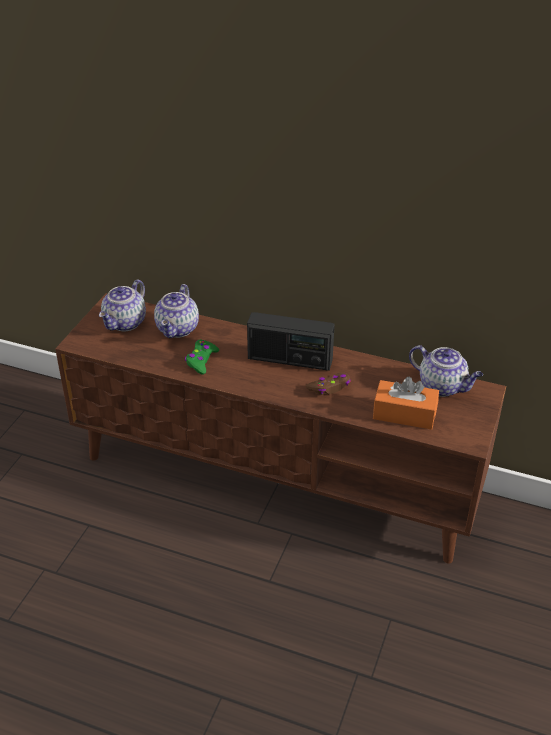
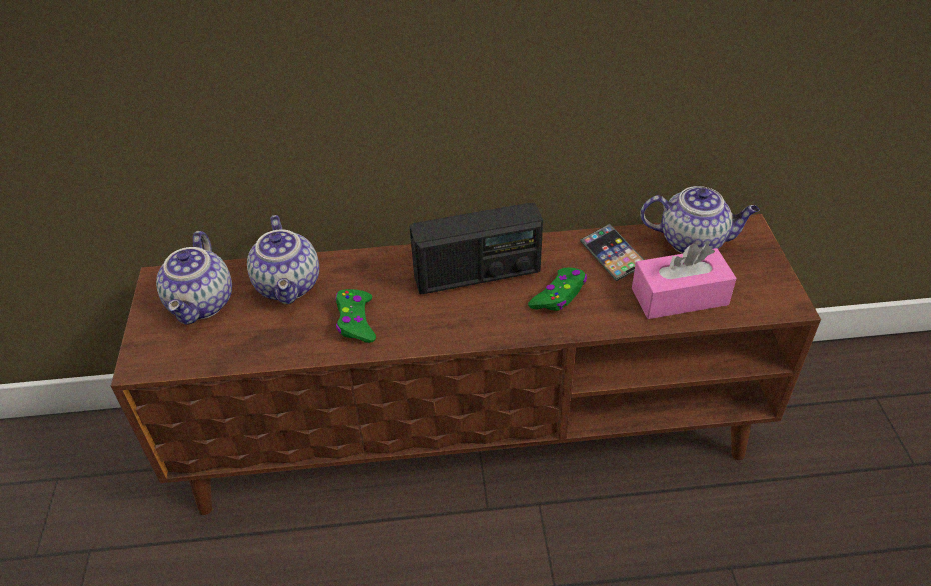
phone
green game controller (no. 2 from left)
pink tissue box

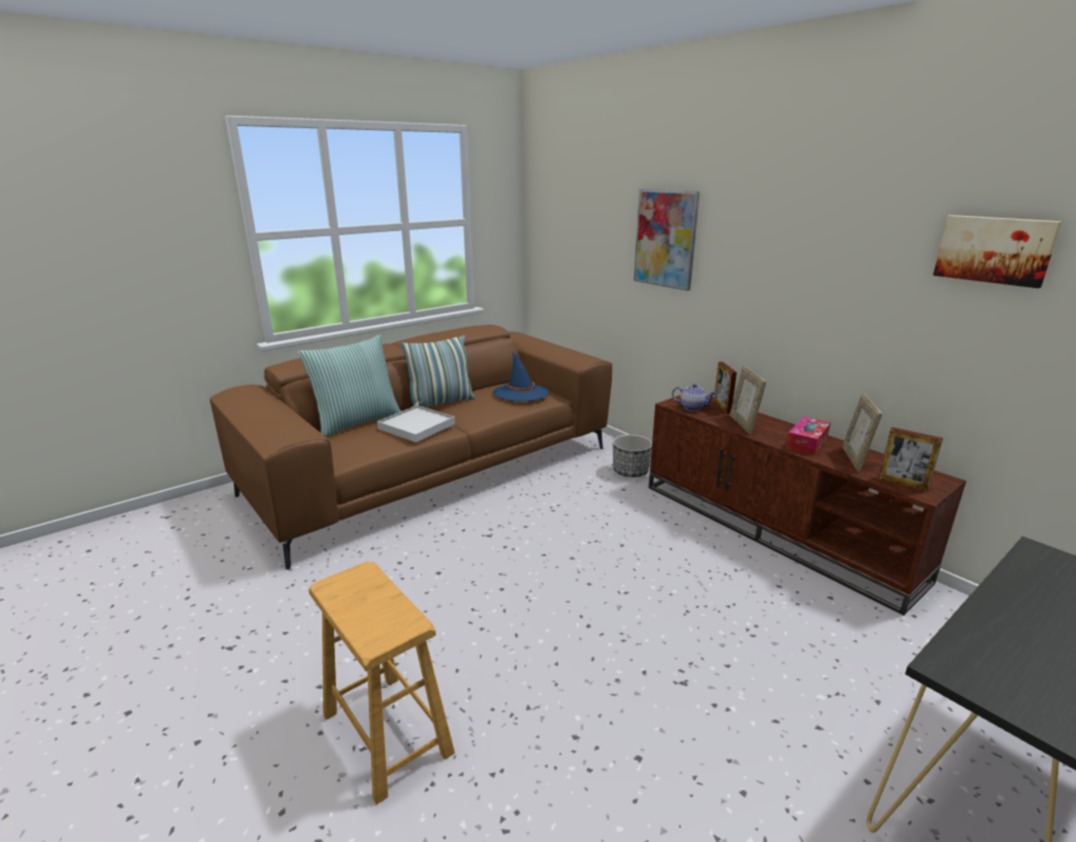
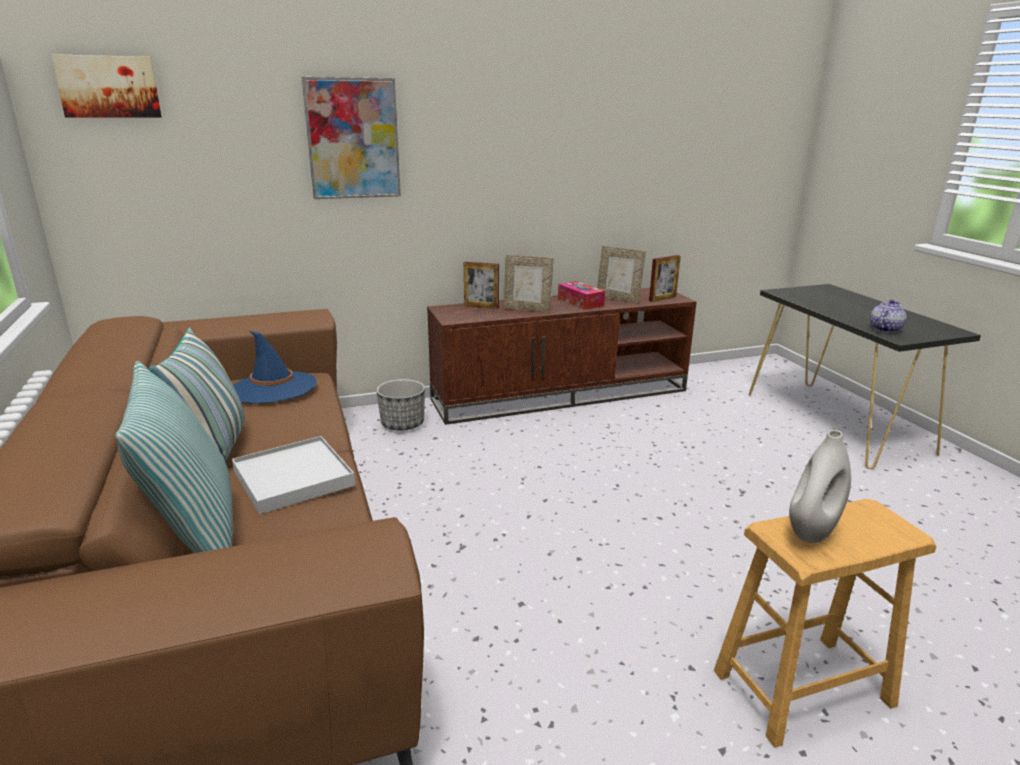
white vase
teapot
picture (no. 1 from left)

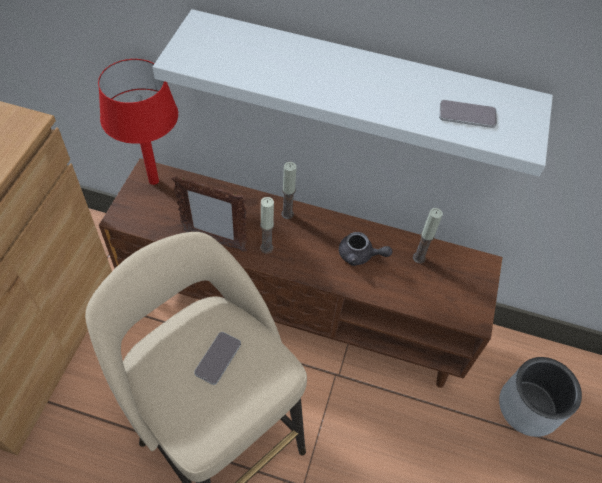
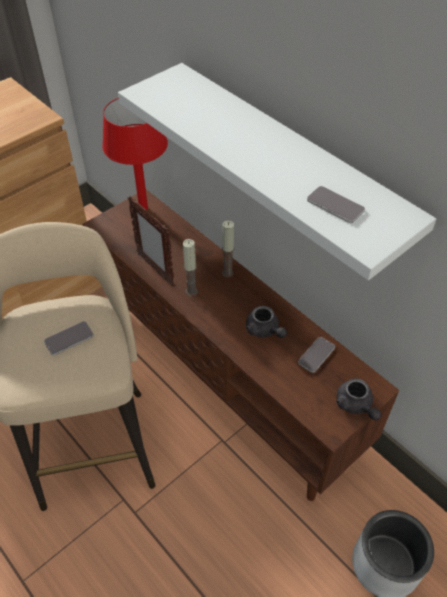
grey teapot (no. 2 from left)
phone (no. 2 from left)

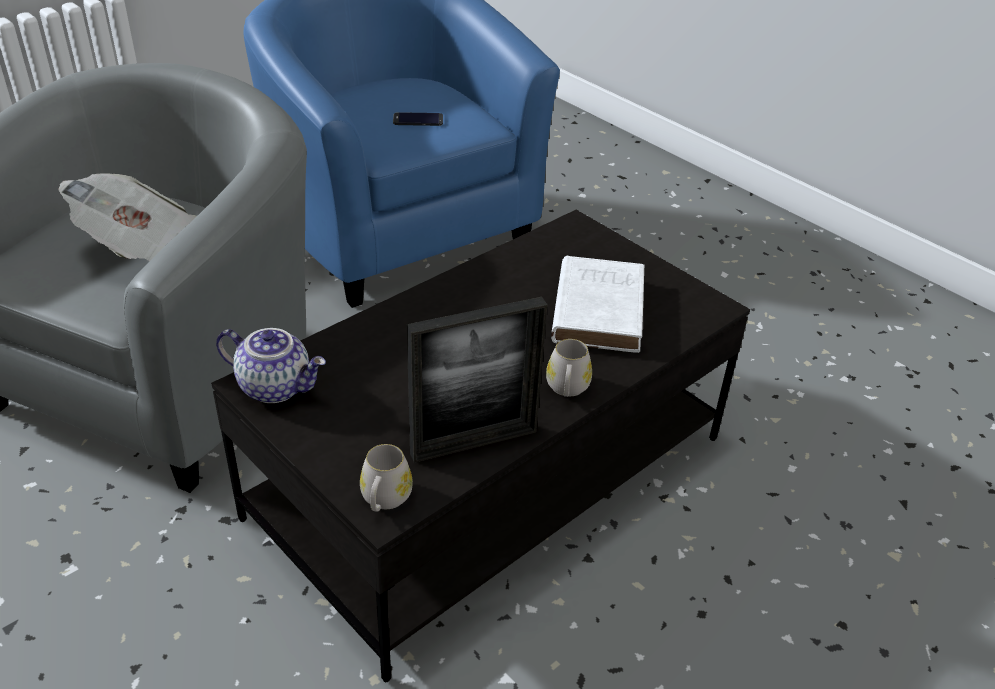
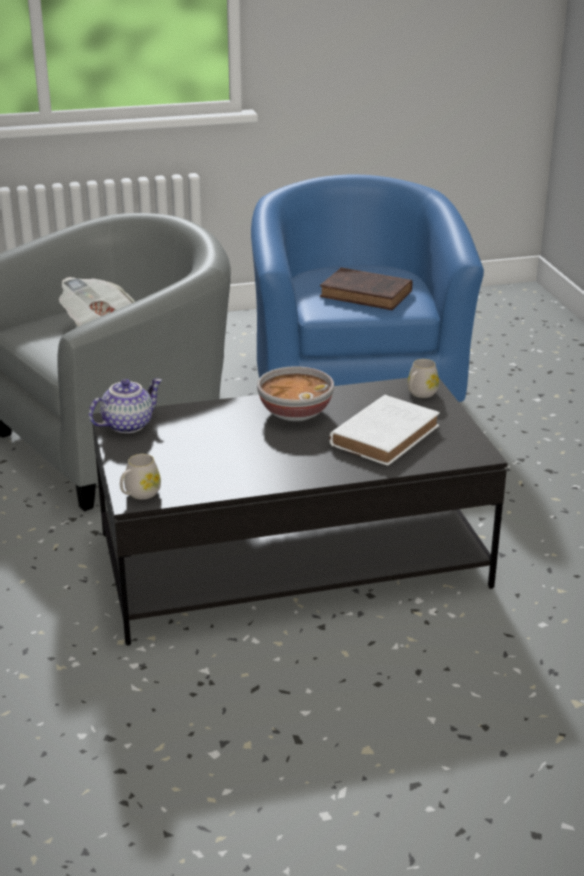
picture frame
bowl
white mug (no. 2 from left)
brown book
teapot

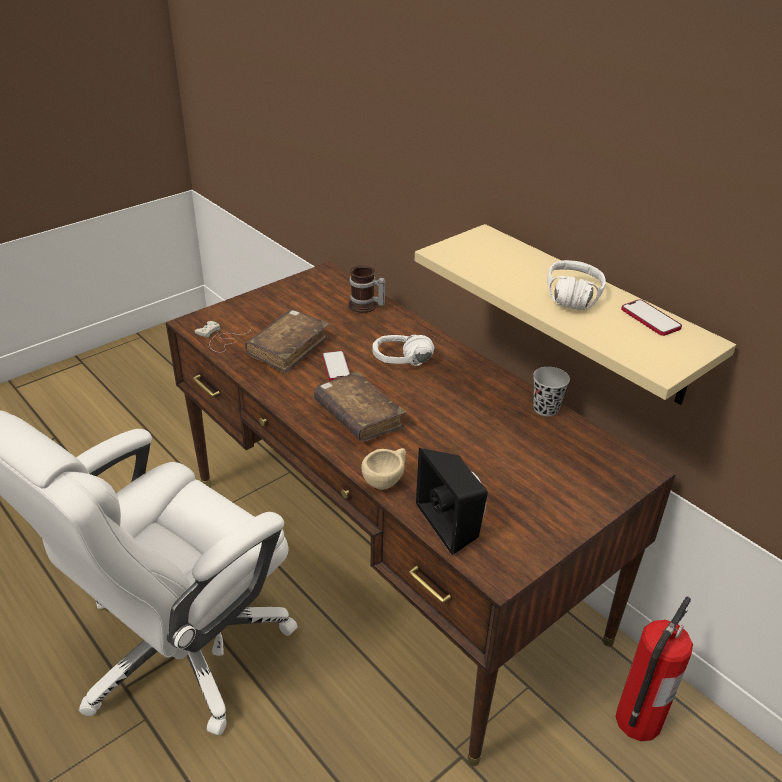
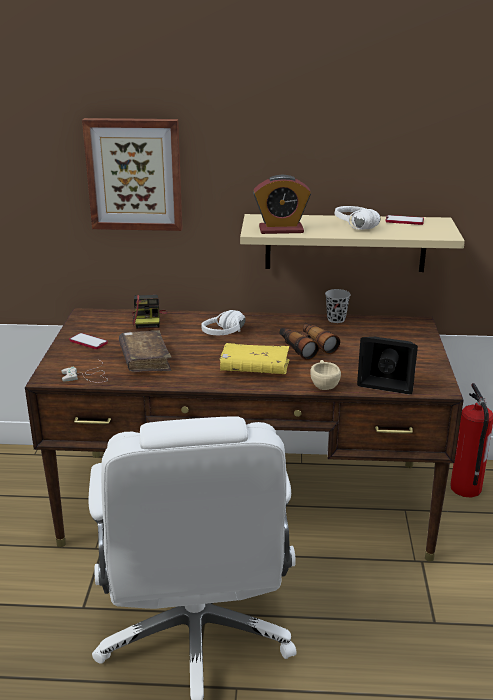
picture
alarm clock
binoculars
phone (no. 1 from left)
photo camera
yellow book

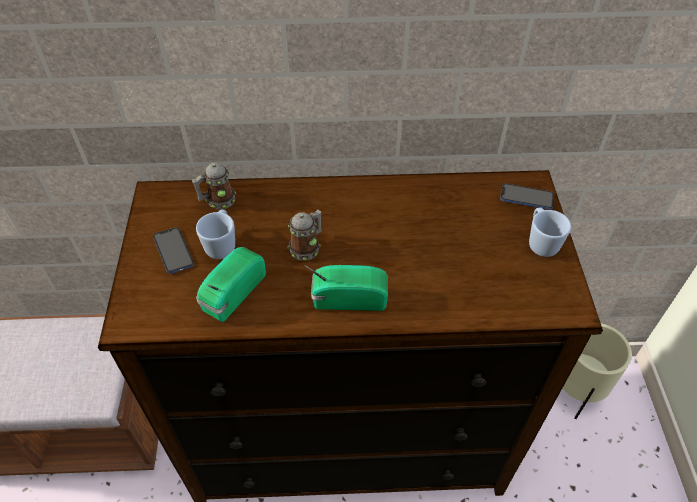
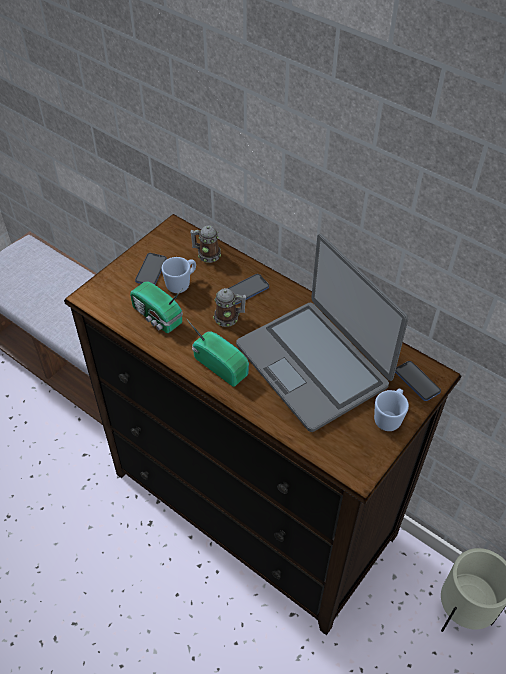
phone (no. 2 from left)
laptop
radio (no. 1 from left)

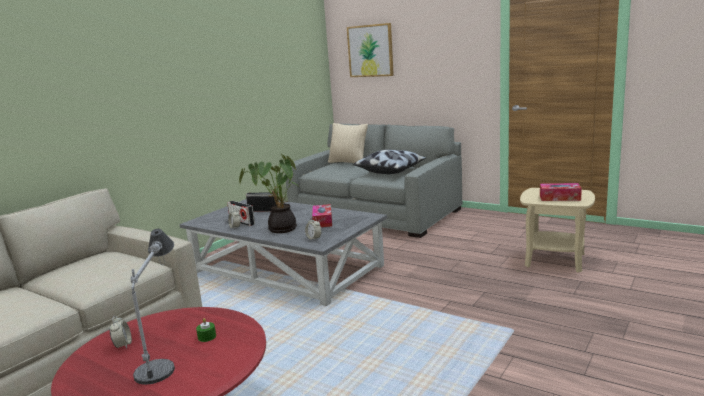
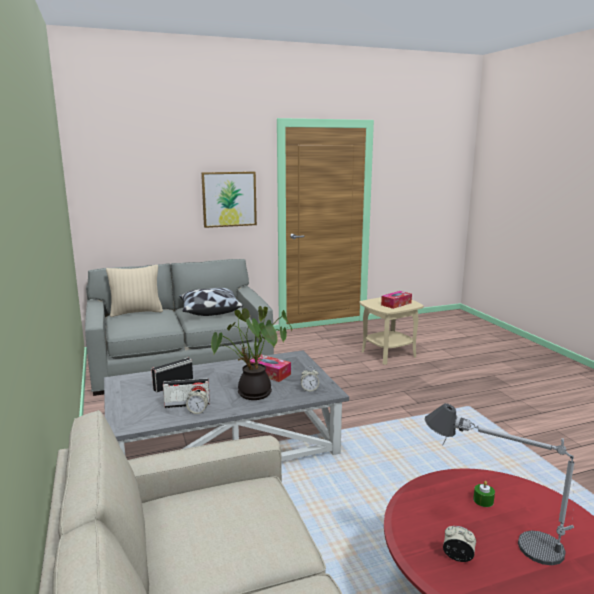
picture

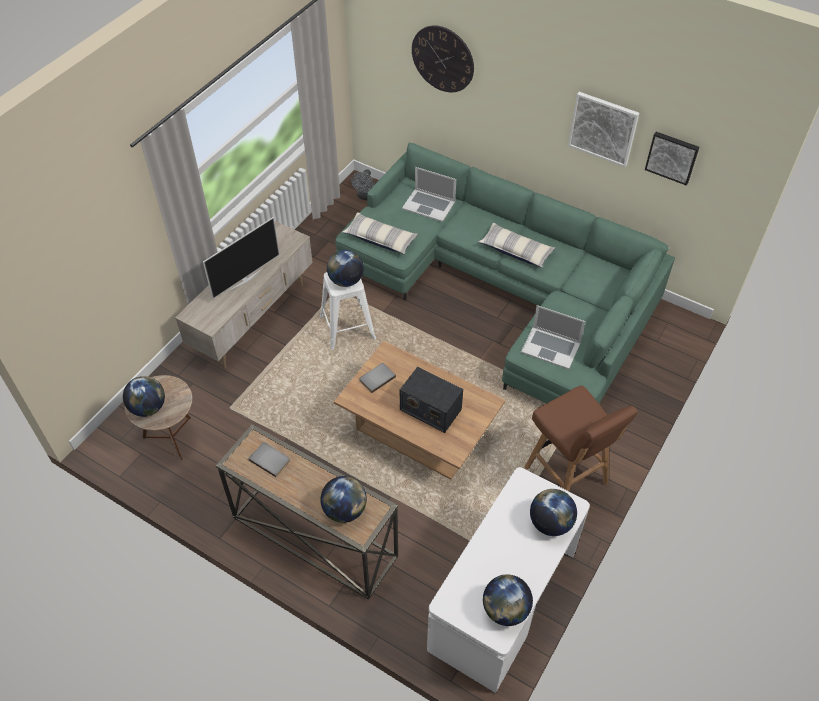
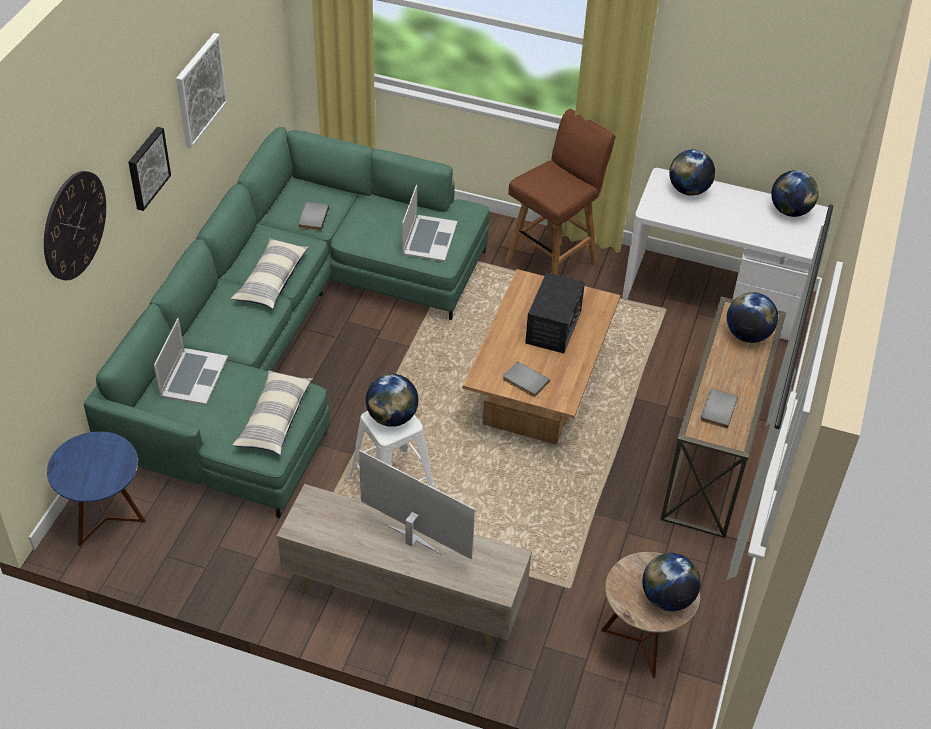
grey book (no. 1 from left)
picture (no. 1 from left)
blue side table

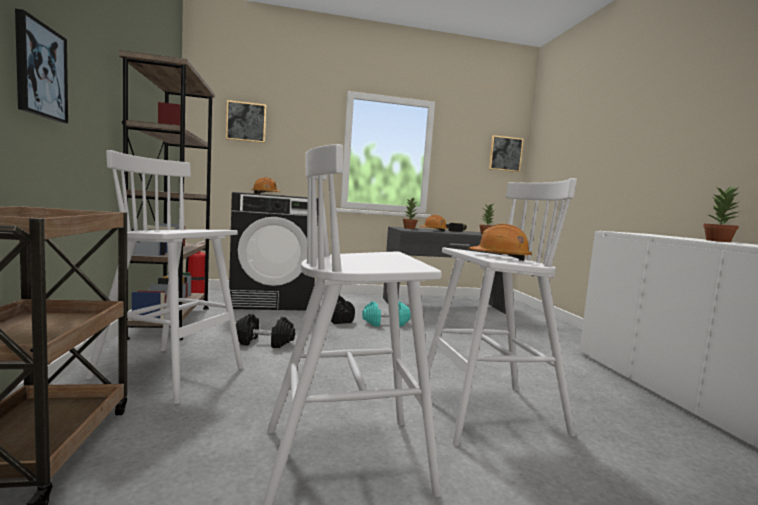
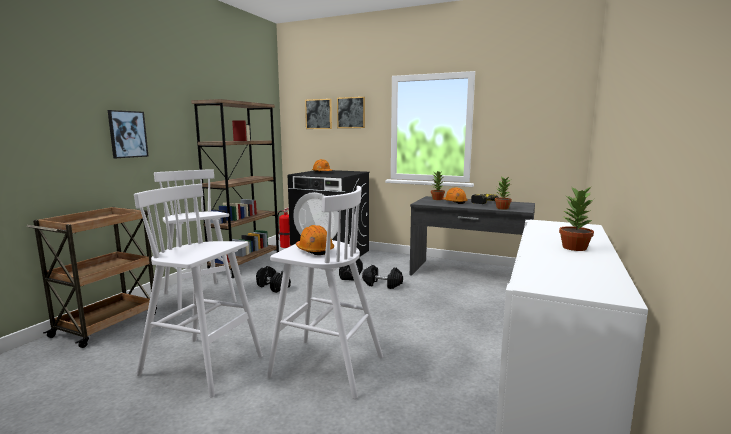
picture (no. 3 from left)
black dumbbell (no. 3 from left)

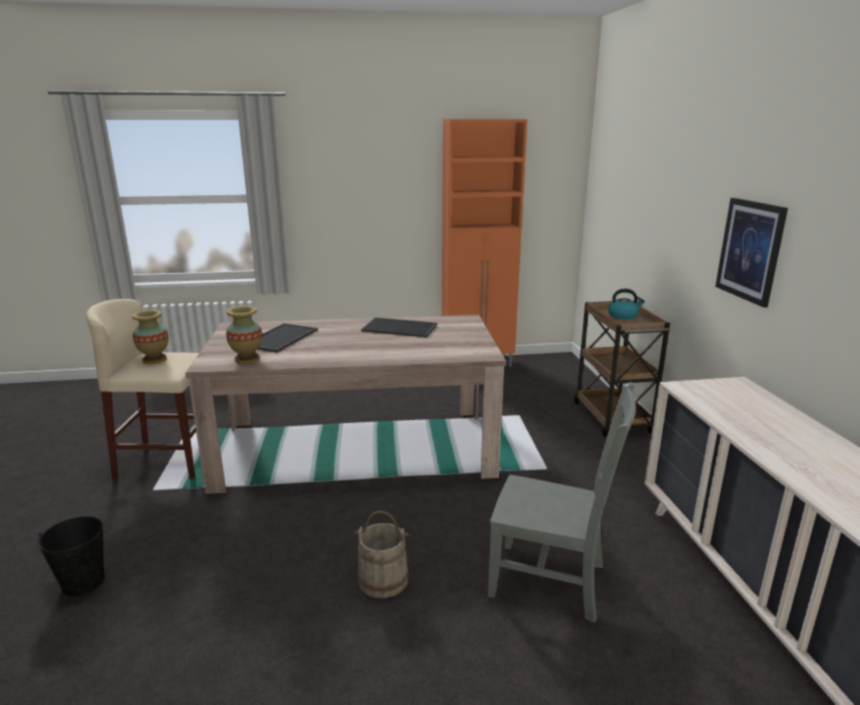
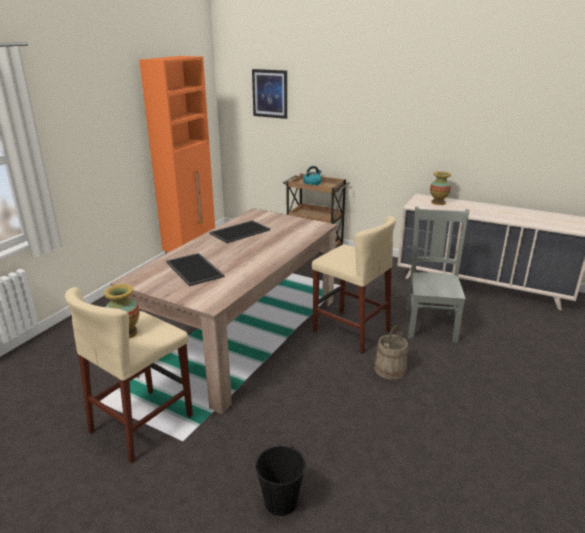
beige stool (no. 2 from left)
vase (no. 2 from left)
picture
grey chair

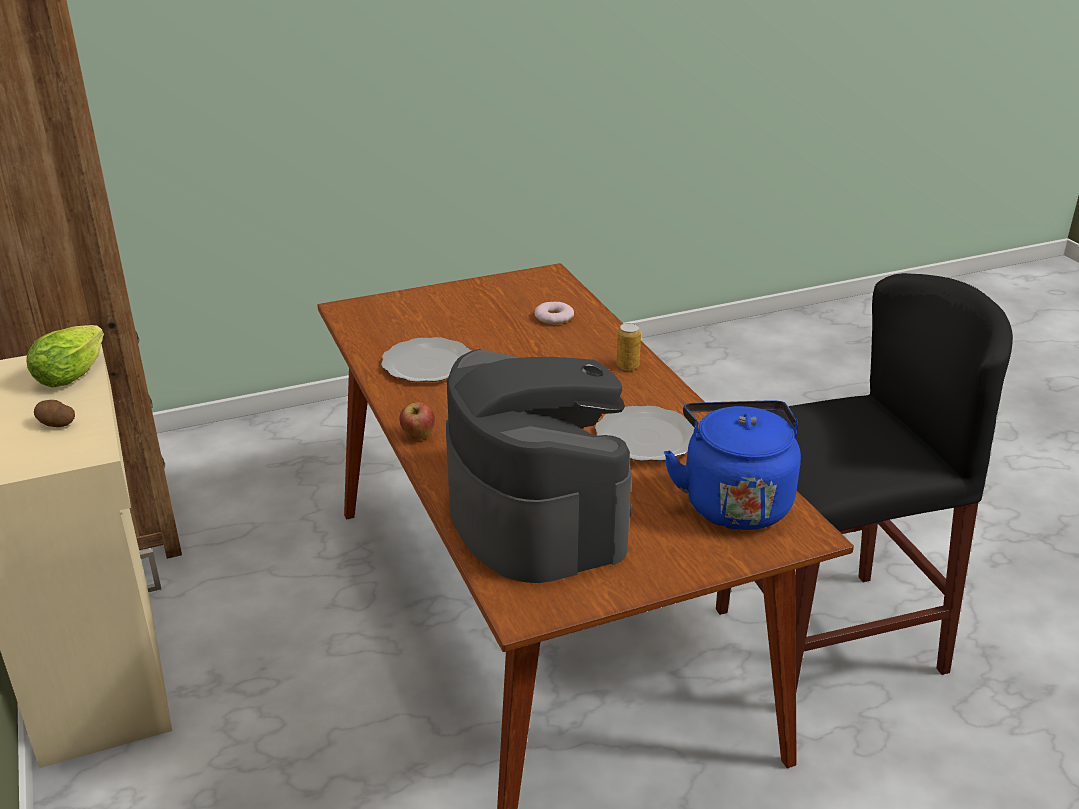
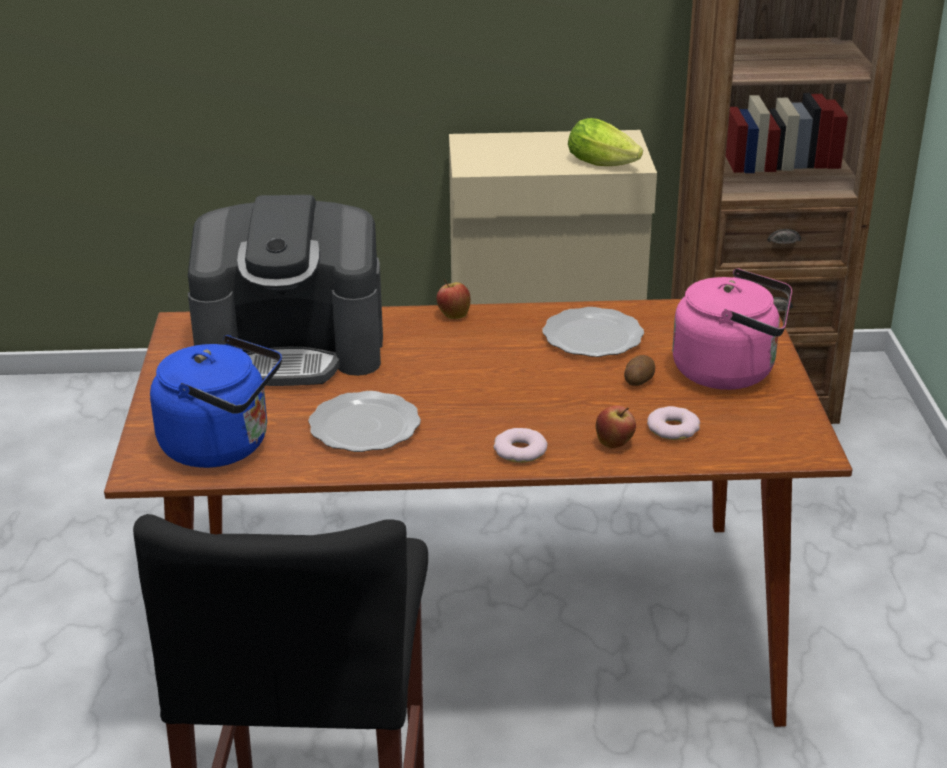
apple (no. 2 from left)
pink kettle
potato
donut (no. 1 from left)

